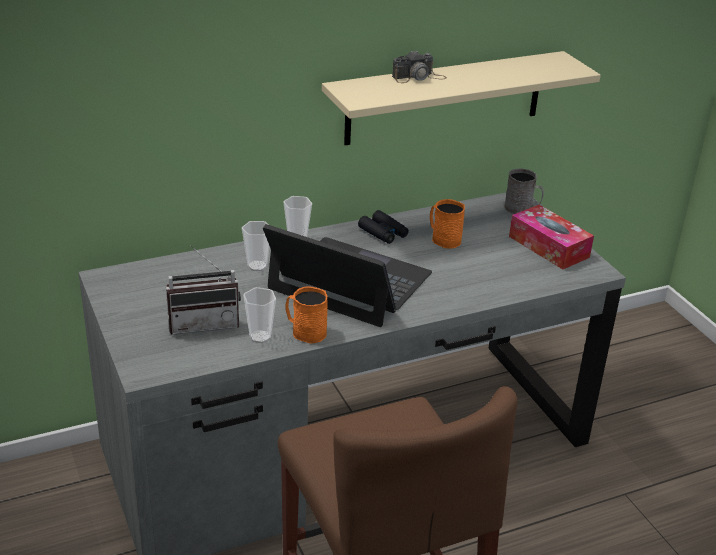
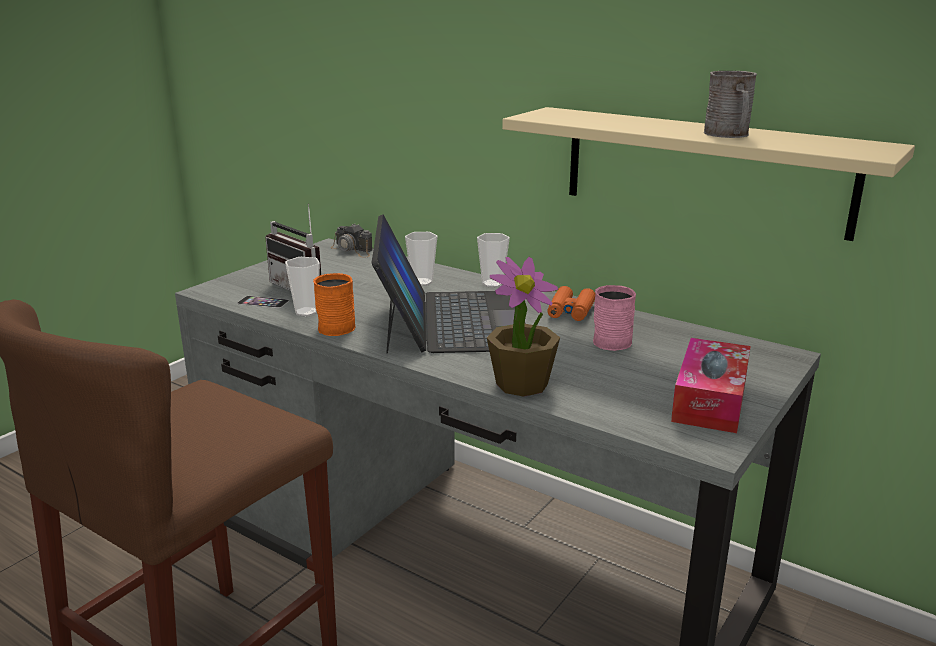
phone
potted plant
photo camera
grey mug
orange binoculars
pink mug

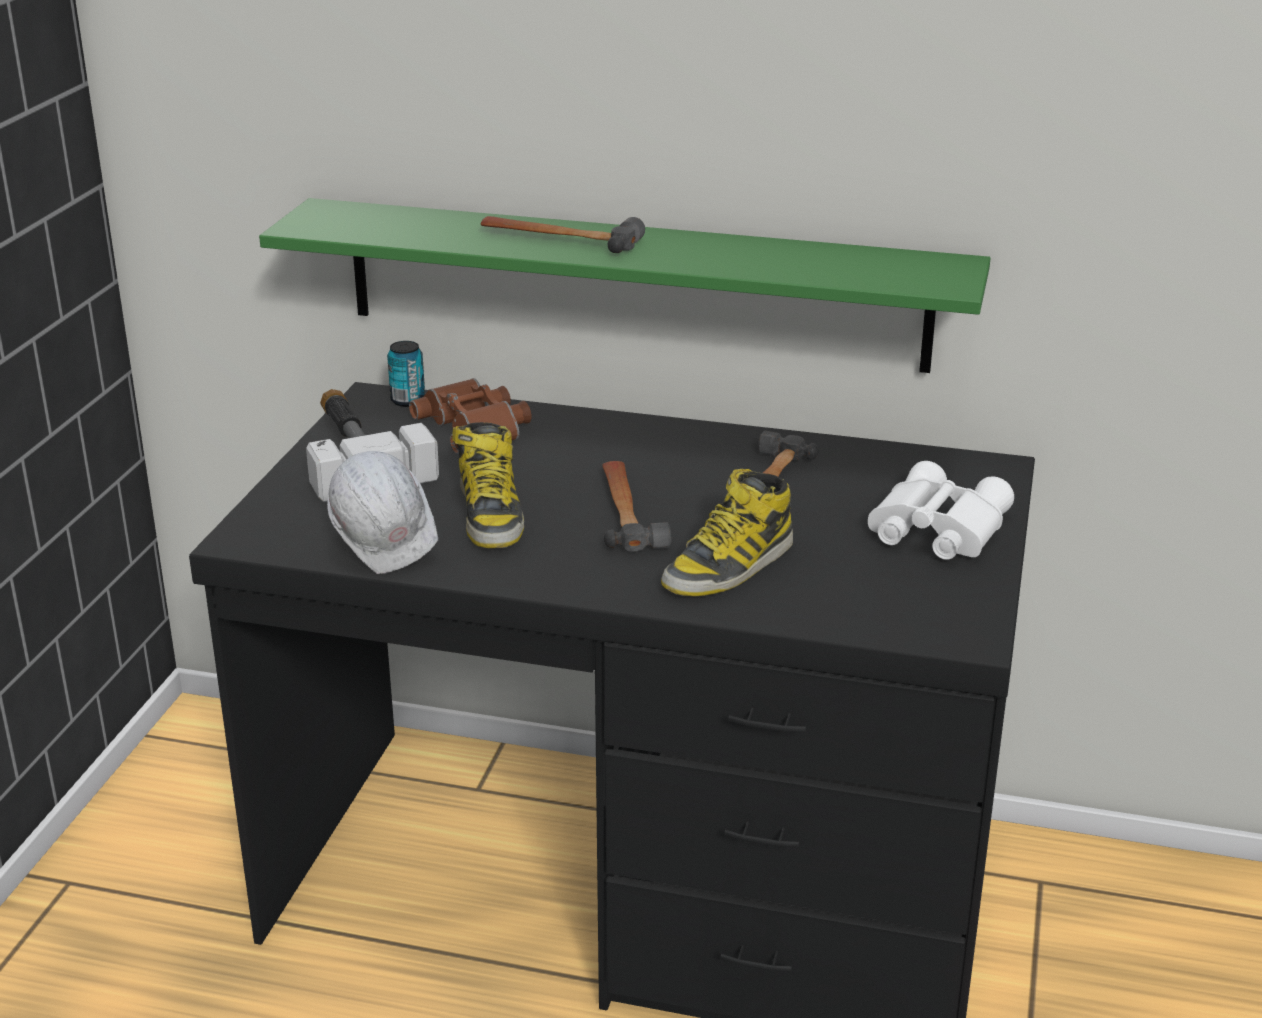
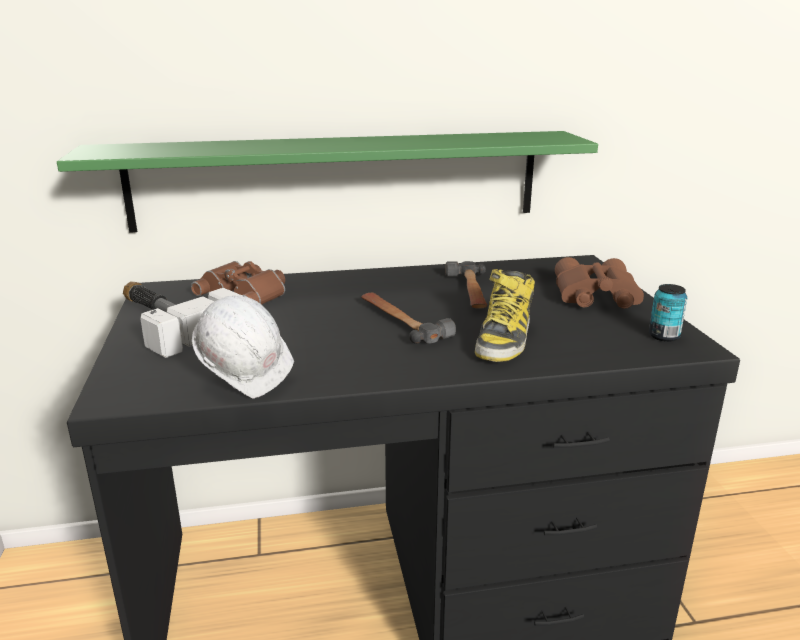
boot (no. 1 from left in the first image)
hammer (no. 2 from left in the first image)
can
brown binoculars (no. 2 from left)

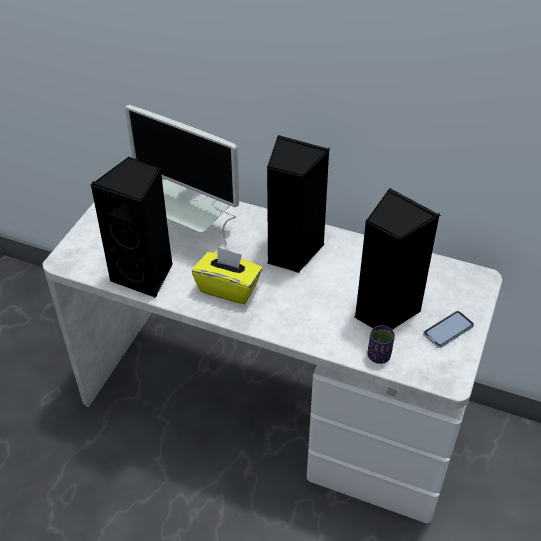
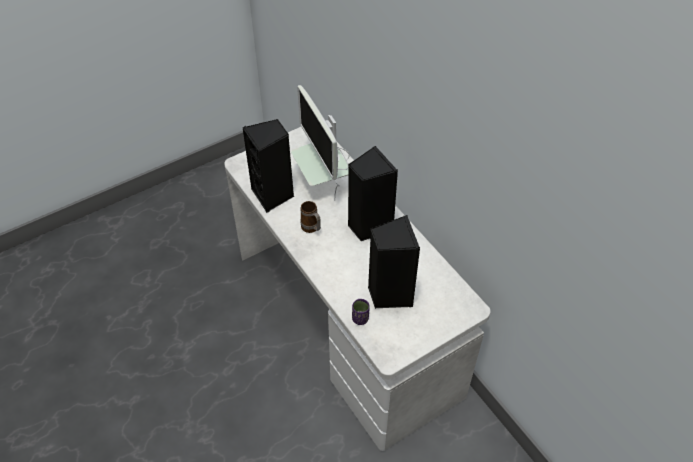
phone
mug

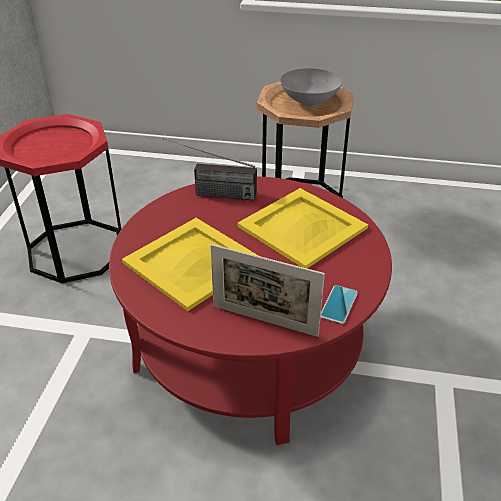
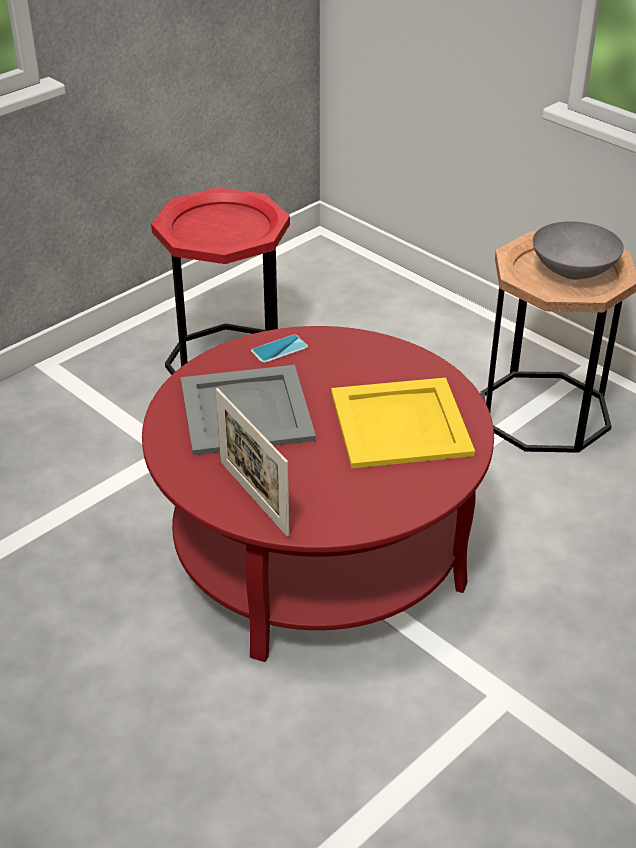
radio
phone
grey tray

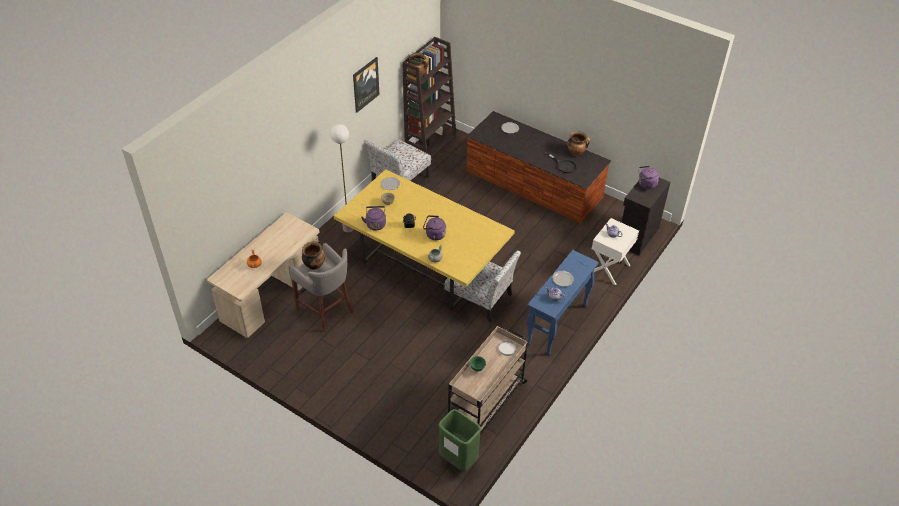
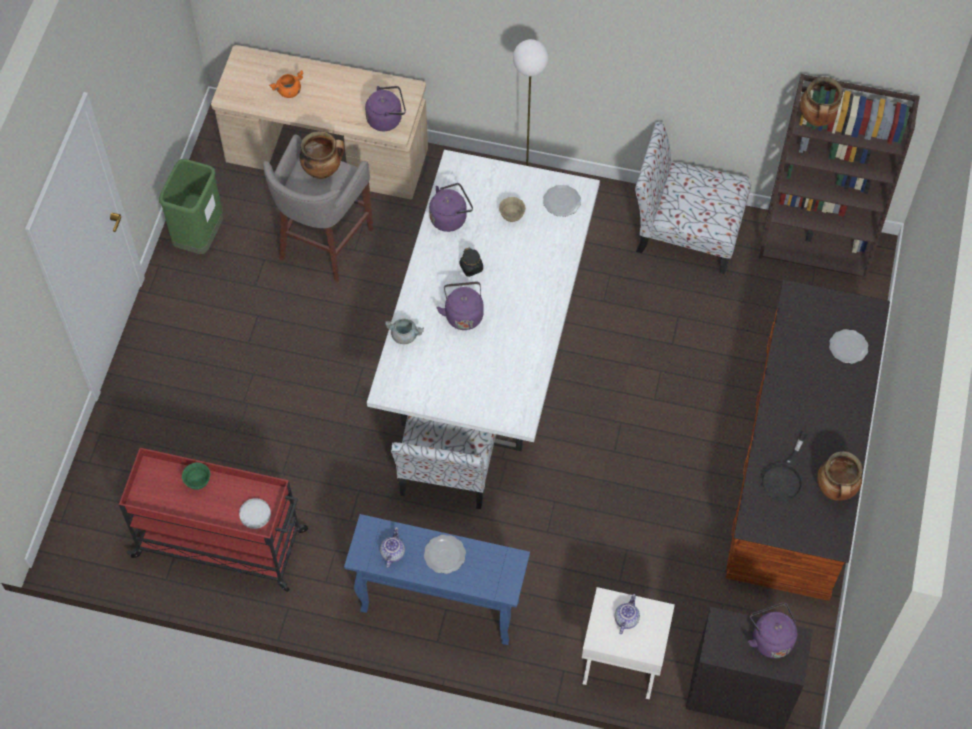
picture
purple kettle (no. 1 from left)
green trash can
white dining table
red cart

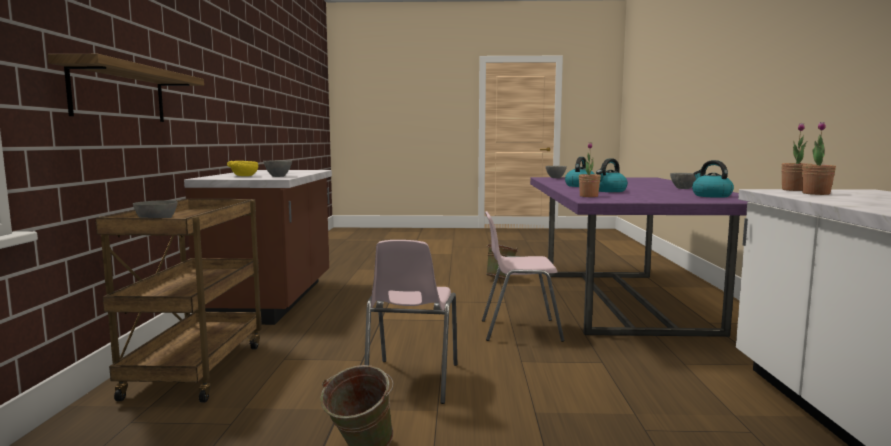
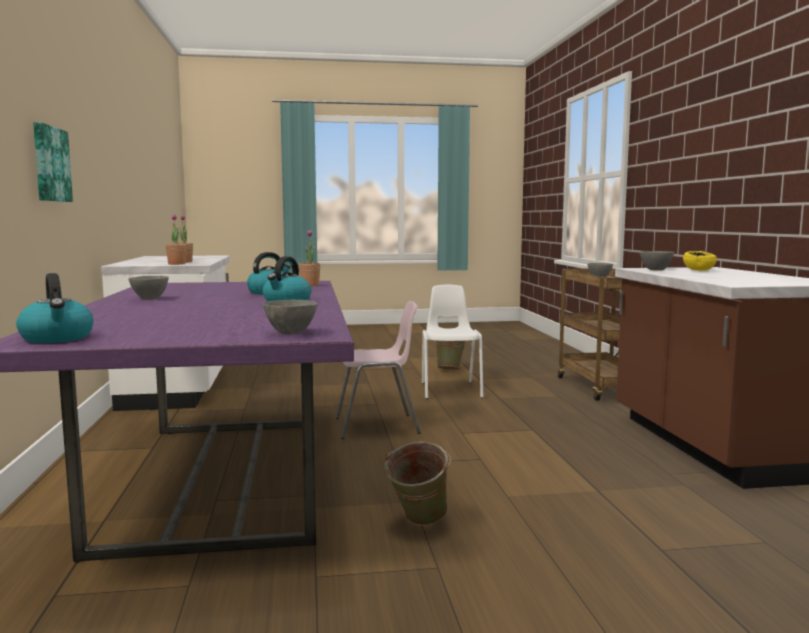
shelf
picture
kettle (no. 1 from left)
white chair

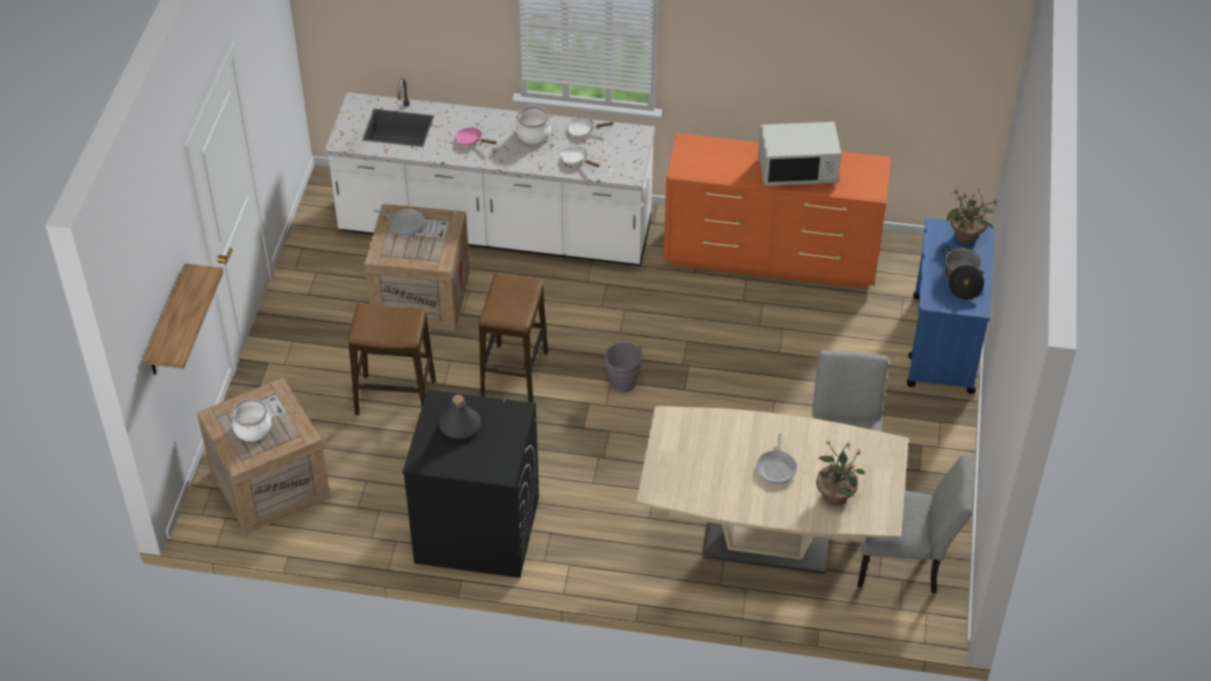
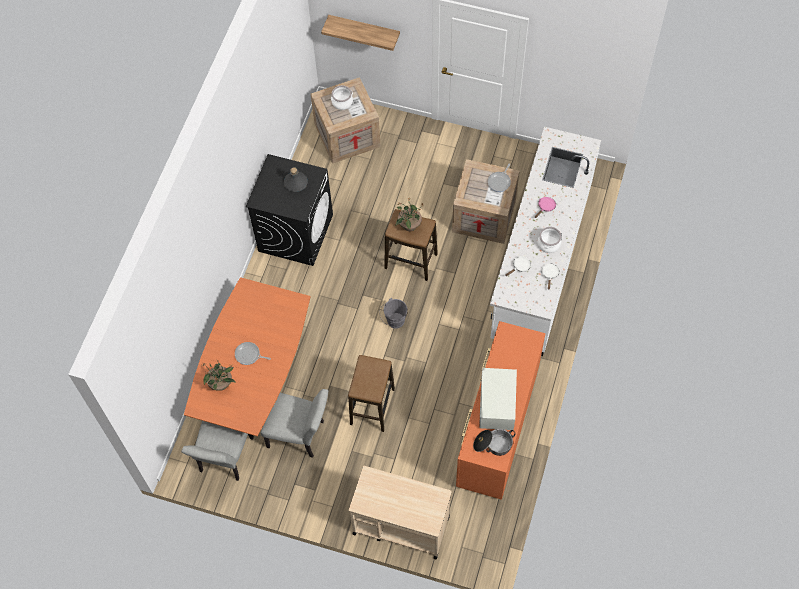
stool (no. 1 from left)
cooking pot (no. 2 from left)
potted plant (no. 2 from left)
orange dining table
beige cart

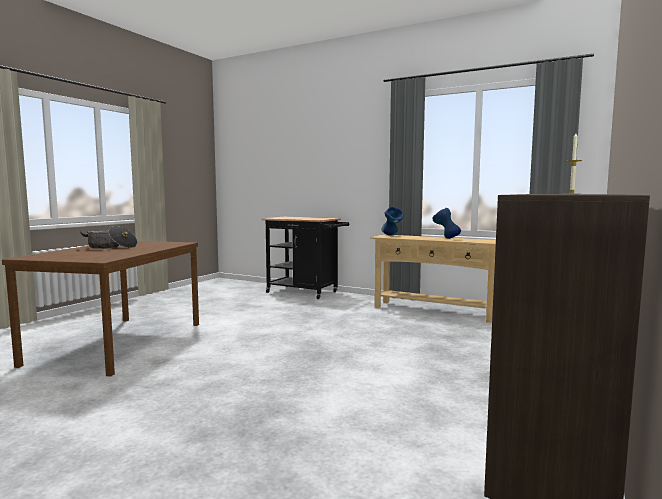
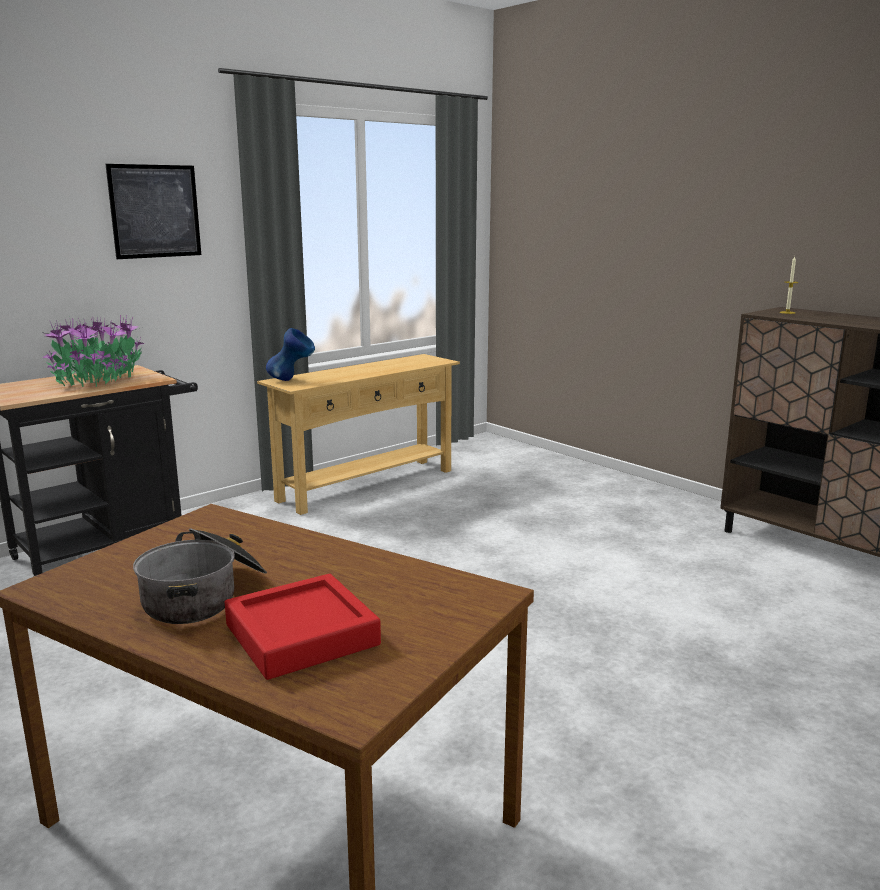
blue vase (no. 2 from left in the first image)
potted plant
picture
red tray

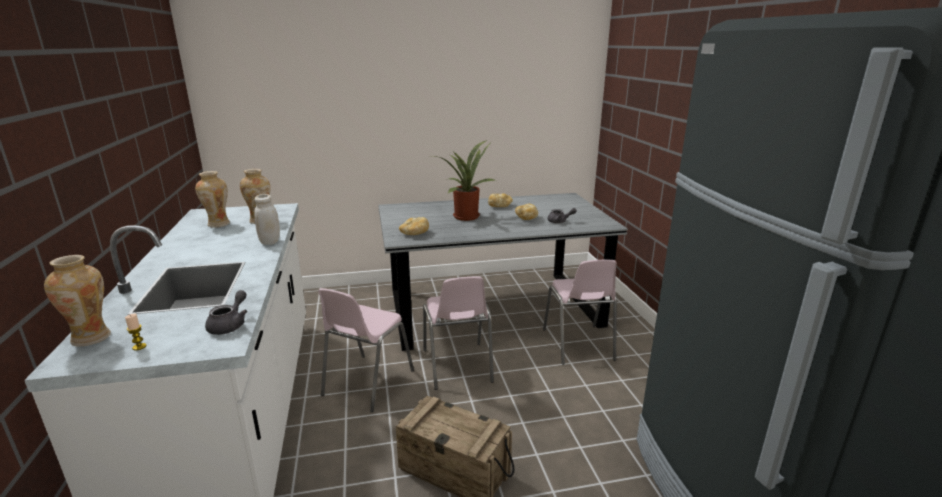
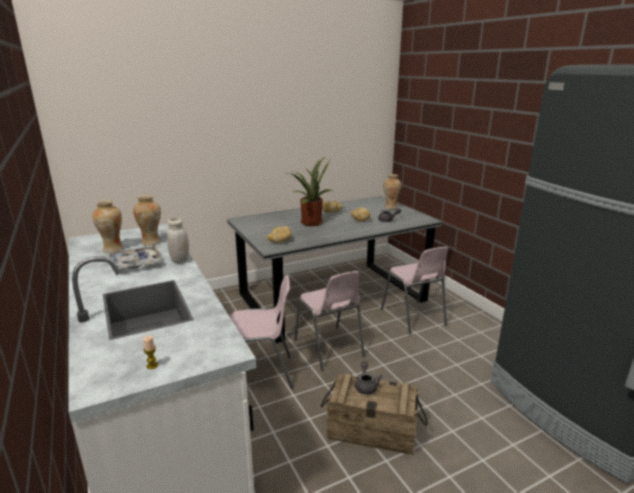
tray
vase (no. 3 from left)
grey teapot (no. 1 from left)
pink chair (no. 1 from left)

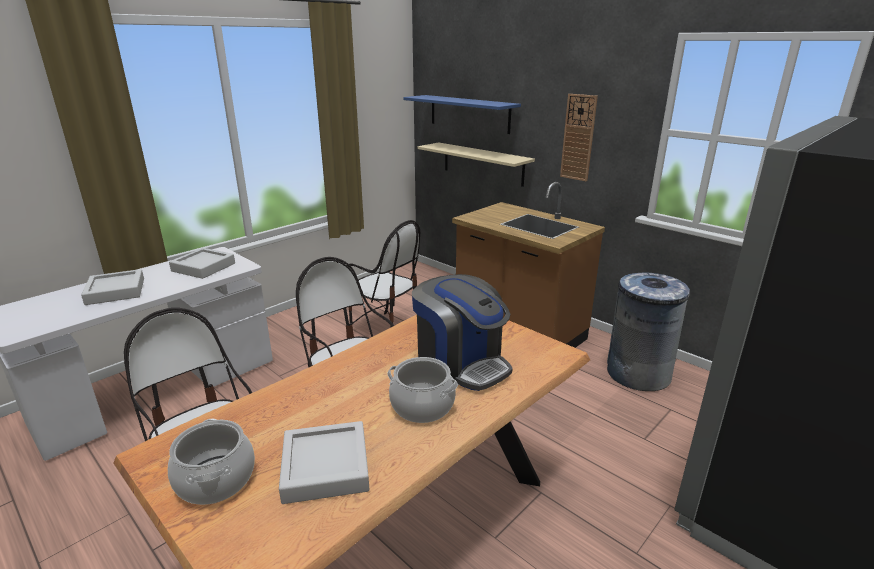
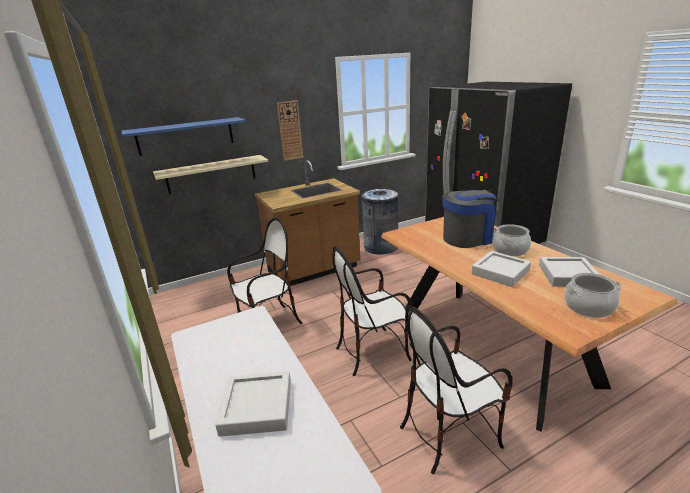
grey tray (no. 2 from left)

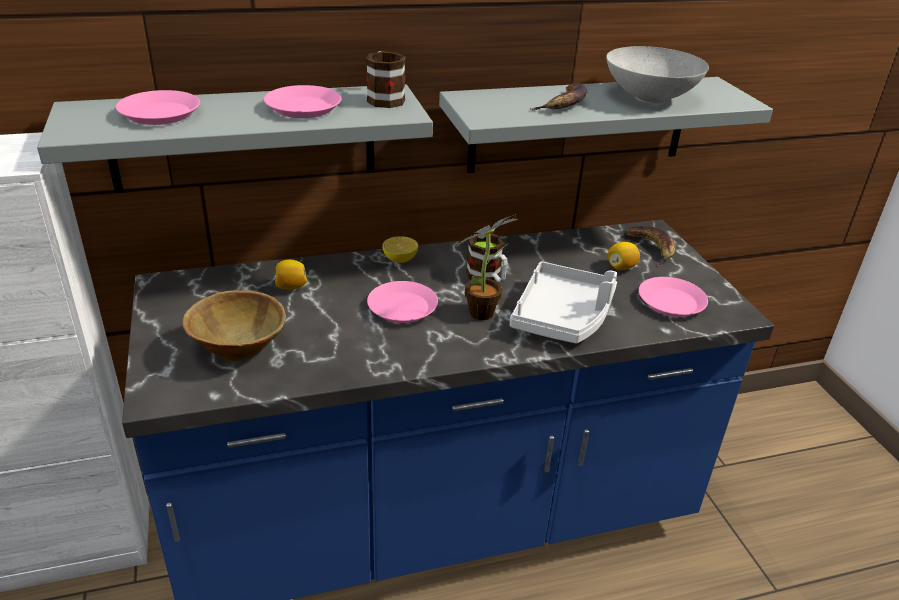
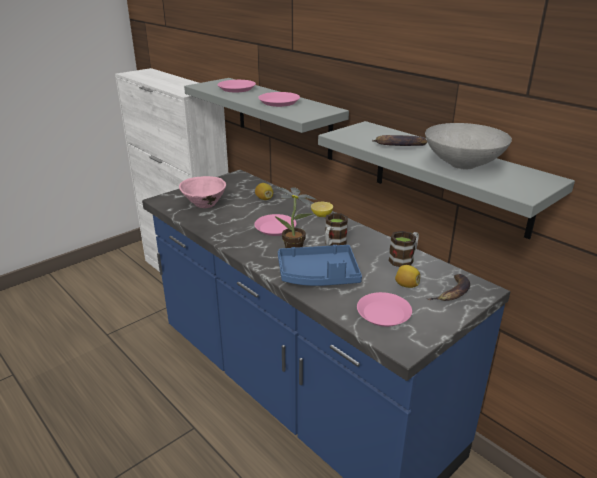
mug (no. 2 from left)
pink bowl
blue tray

